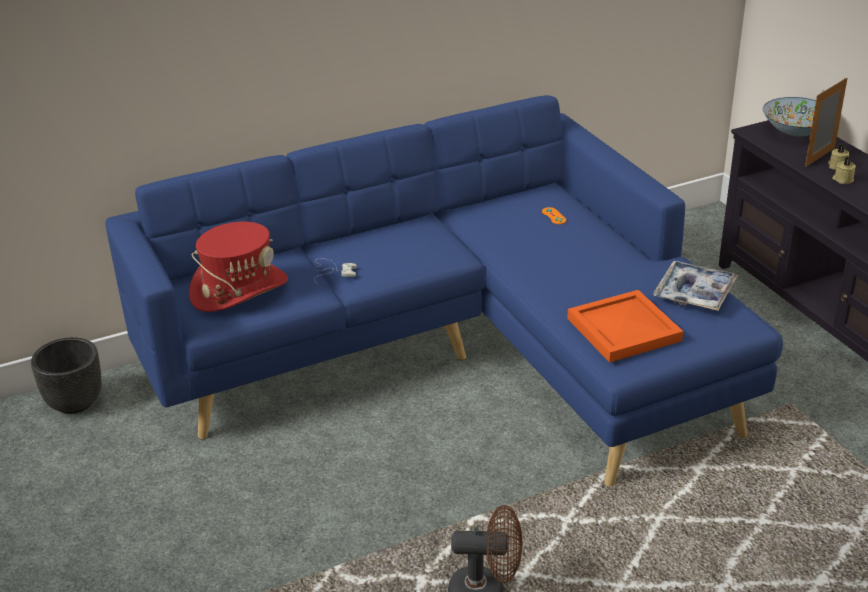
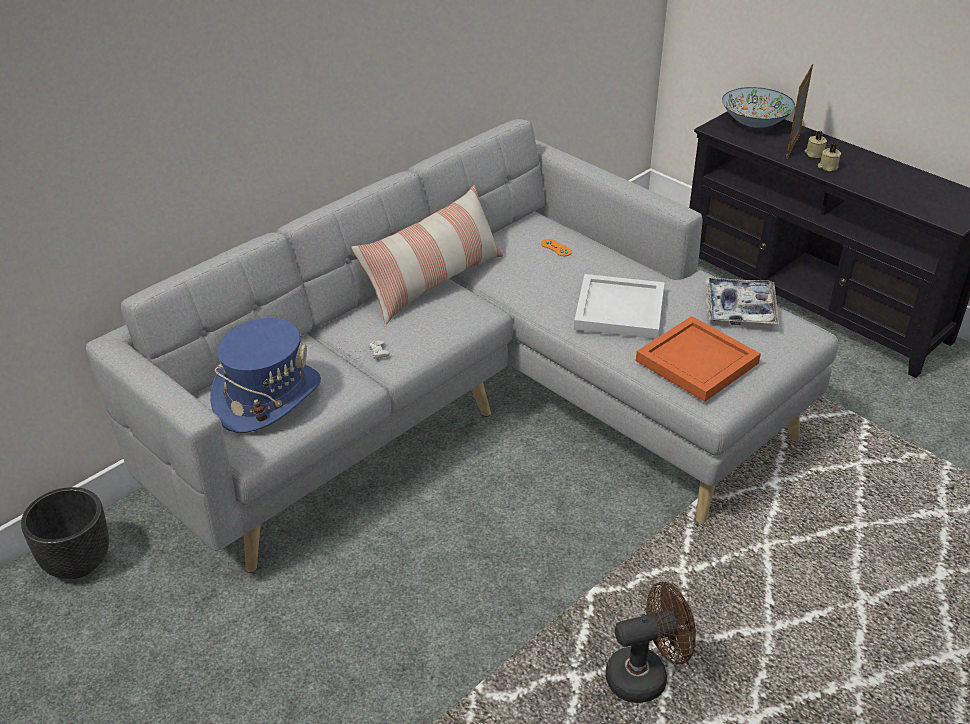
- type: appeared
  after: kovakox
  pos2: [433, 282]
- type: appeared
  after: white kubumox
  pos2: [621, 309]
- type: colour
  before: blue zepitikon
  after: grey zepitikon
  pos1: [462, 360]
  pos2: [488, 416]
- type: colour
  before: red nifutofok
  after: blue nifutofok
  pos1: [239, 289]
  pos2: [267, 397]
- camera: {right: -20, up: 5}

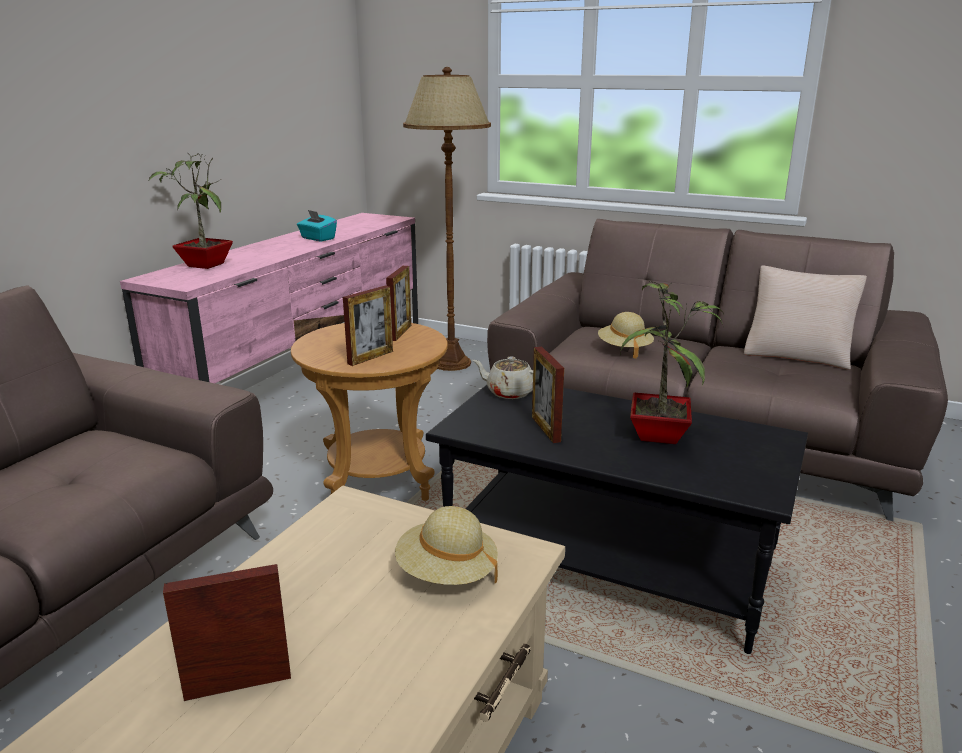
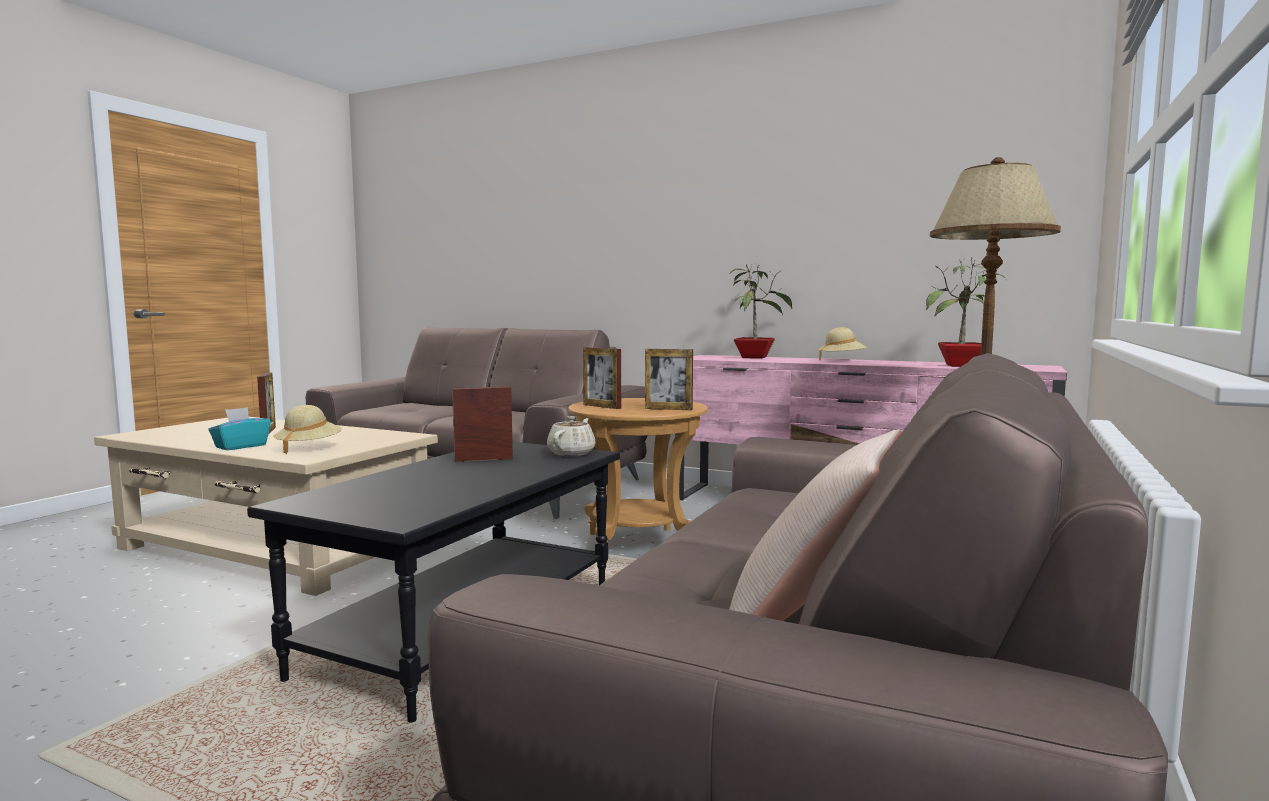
- type: relocated
  before: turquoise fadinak
  pos1: [317, 238]
  pos2: [241, 446]
- type: relocated
  before: beige nifutofok
  pos1: [624, 349]
  pos2: [841, 360]
- type: relocated
  before: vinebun
  pos1: [661, 436]
  pos2: [961, 366]
- camera: {right: 90, up: -15}

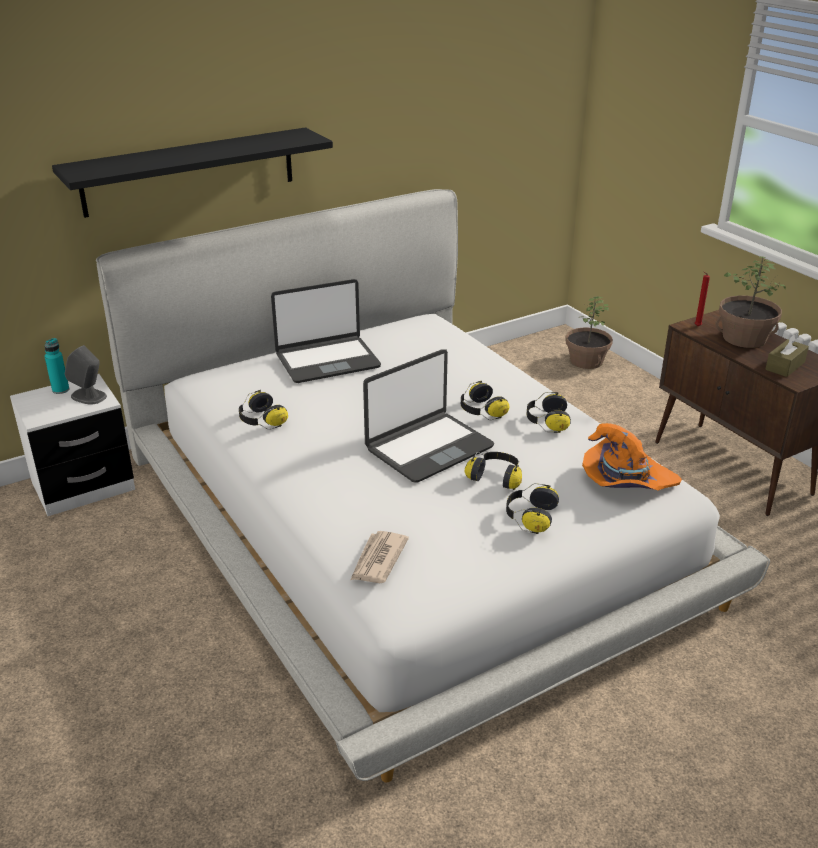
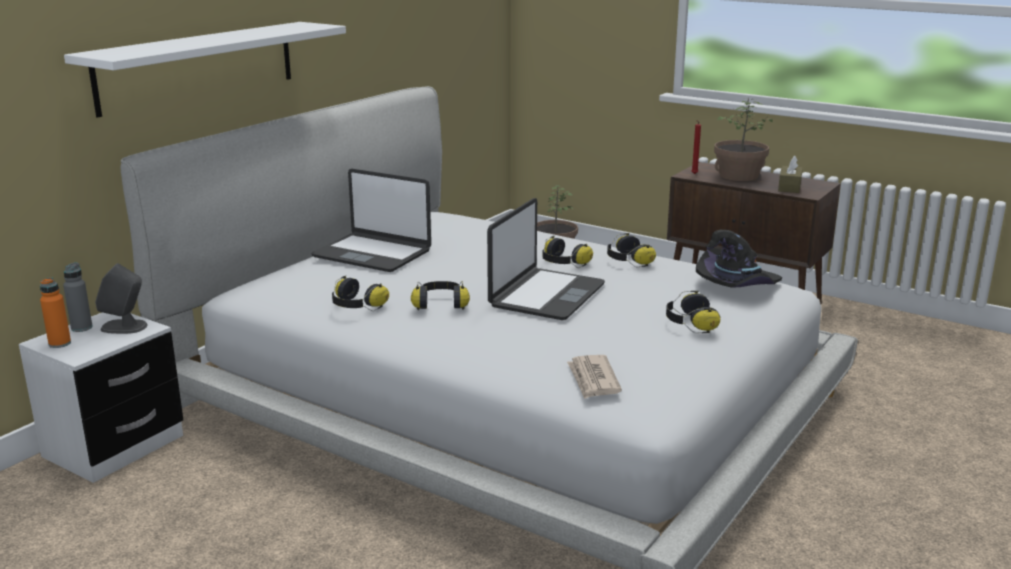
- type: appeared
  after: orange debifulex
  pos2: [60, 343]
- type: relocated
  before: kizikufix
  pos1: [496, 478]
  pos2: [440, 304]
- type: colour
  before: turquoise debifulex
  after: grey debifulex
  pos1: [60, 390]
  pos2: [81, 328]
- type: colour
  before: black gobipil
  after: white gobipil
  pos1: [189, 171]
  pos2: [198, 66]
- type: colour
  before: orange nifutofok
  after: black nifutofok
  pos1: [625, 480]
  pos2: [736, 286]
- type: spun
  before: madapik
  pos1: [327, 360]
  pos2: [373, 254]
  turn: 75
- camera: {right: -25, up: -10}

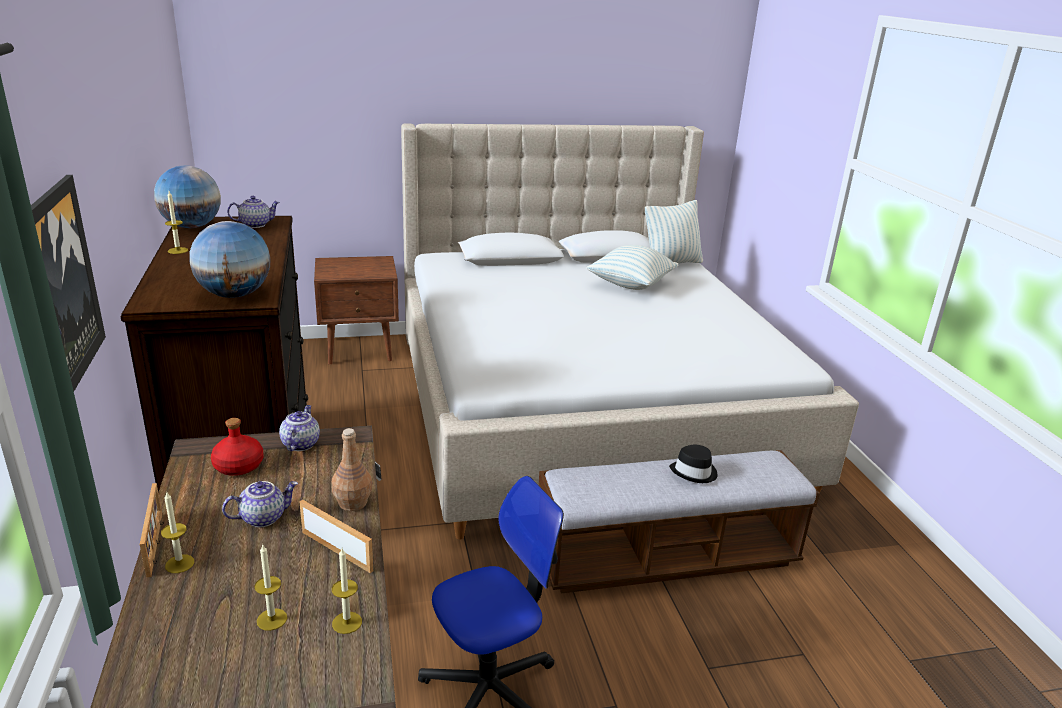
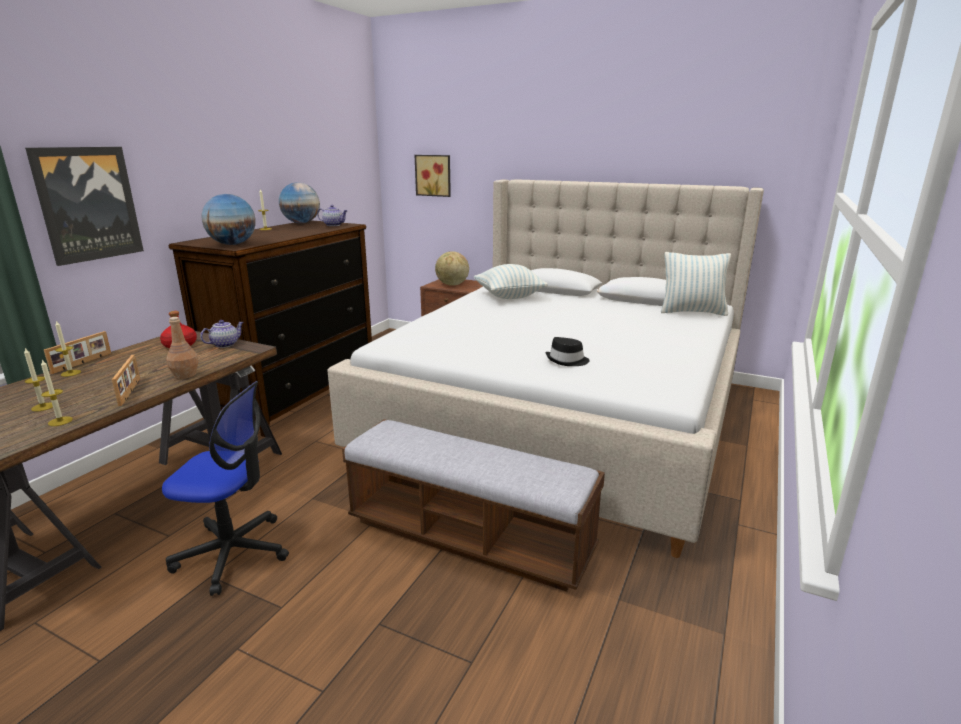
- type: missing
  before: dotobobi
  pos1: [263, 517]
- type: appeared
  after: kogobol
  pos2: [434, 175]
- type: appeared
  after: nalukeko
  pos2: [452, 285]
- type: relocated
  before: kovakox
  pos1: [631, 285]
  pos2: [509, 296]
- type: relocated
  before: black nifutofok
  pos1: [694, 472]
  pos2: [567, 360]
- camera: {right: 40, up: -5}

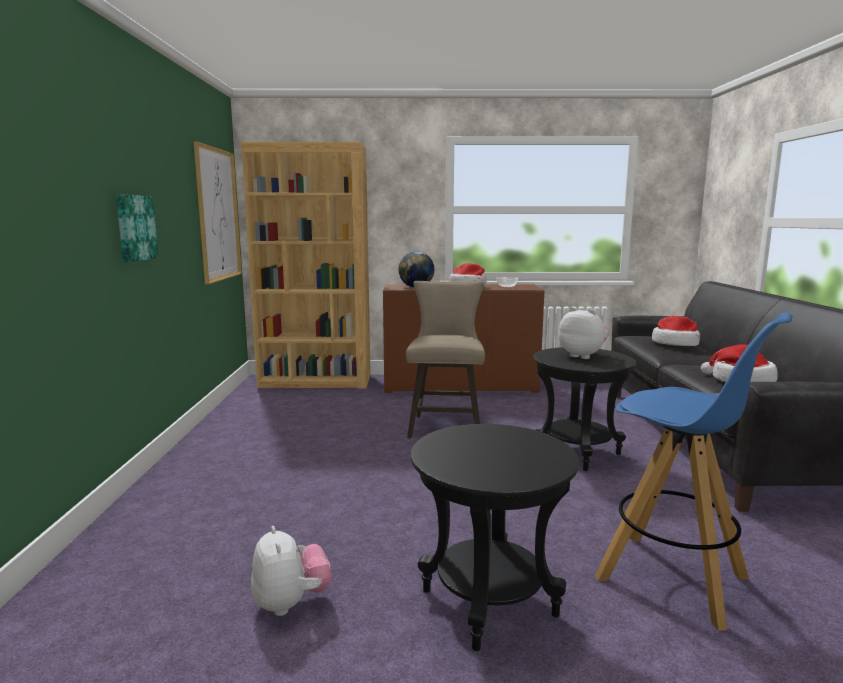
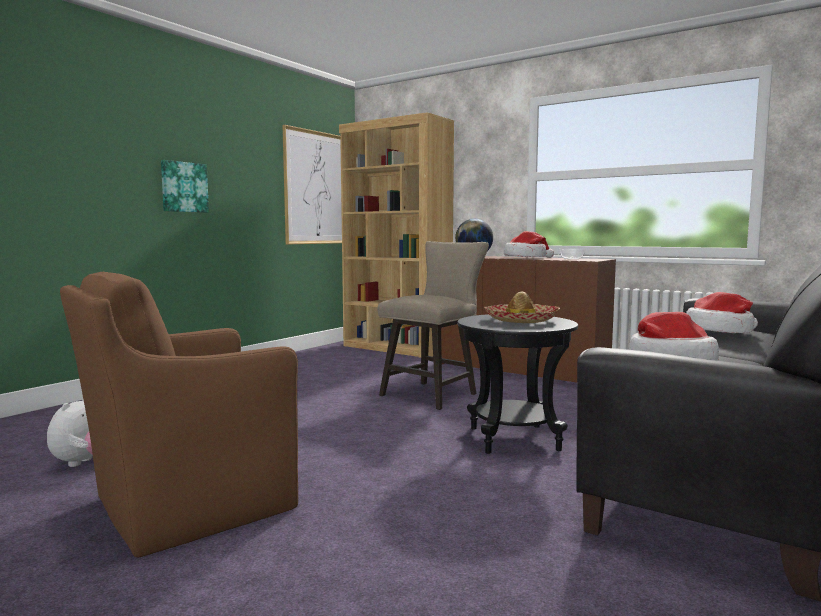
- type: missing
  before: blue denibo
  pos1: [674, 579]
- type: exchanged
  before: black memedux
  after: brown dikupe
  pos1: [488, 602]
  pos2: [188, 505]
- type: exchanged
  before: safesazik
  after: nifutofok
  pos1: [583, 356]
  pos2: [521, 320]
- camera: {right: 35, up: -5}

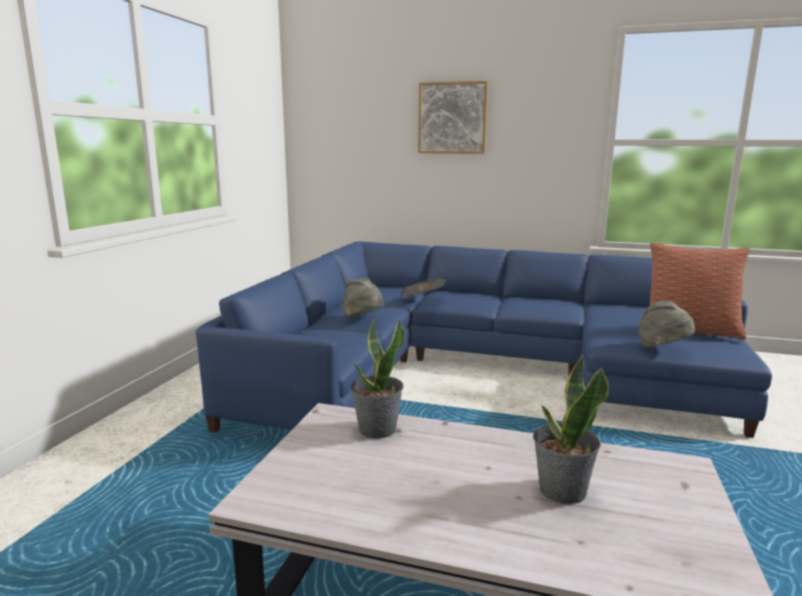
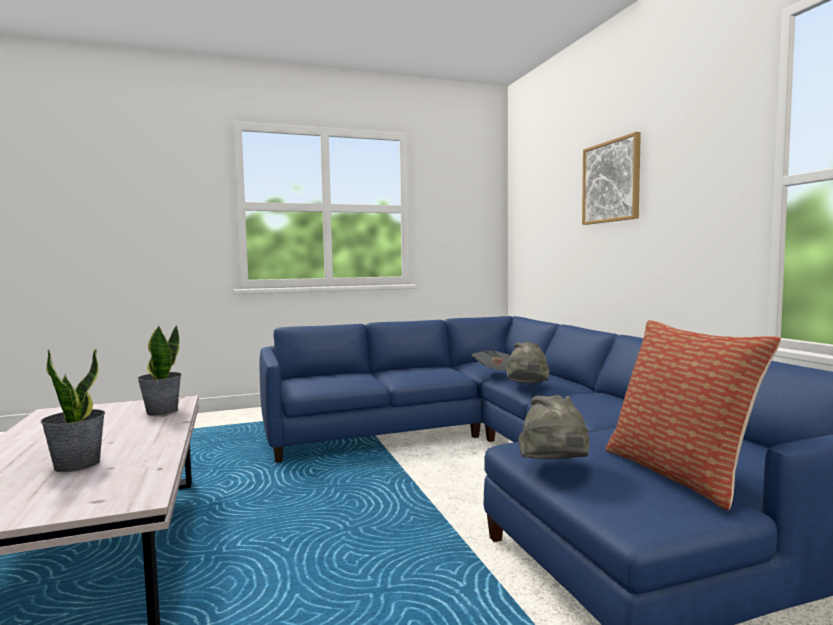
- type: relocated
  before: grey nifutofok
  pos1: [363, 319]
  pos2: [527, 386]
- camera: {right: 55, up: -10}

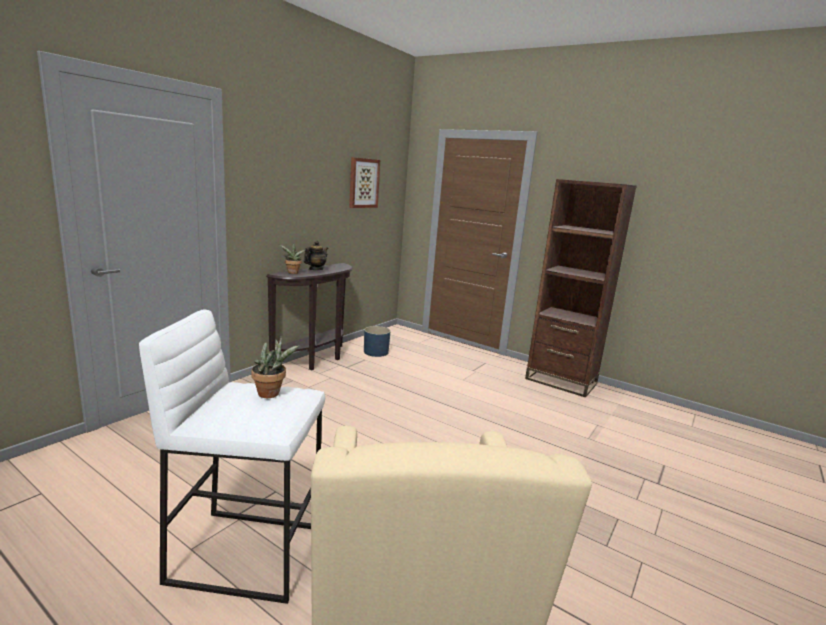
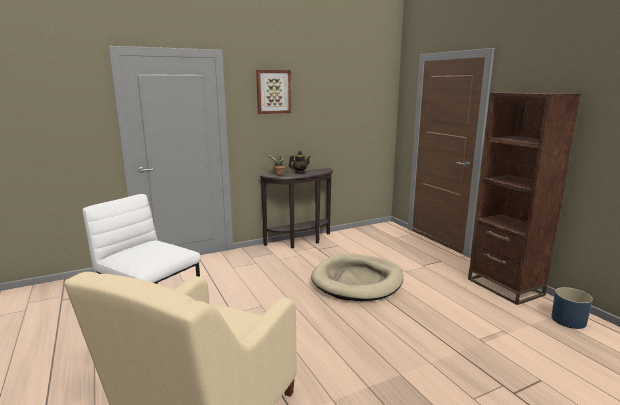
- type: missing
  before: vinebun
  pos1: [272, 394]
- type: appeared
  after: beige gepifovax
  pos2: [357, 281]
- type: relocated
  before: kogobol
  pos1: [363, 183]
  pos2: [273, 92]
- type: relocated
  before: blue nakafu
  pos1: [376, 352]
  pos2: [568, 320]
- camera: {right: 30, up: 0}

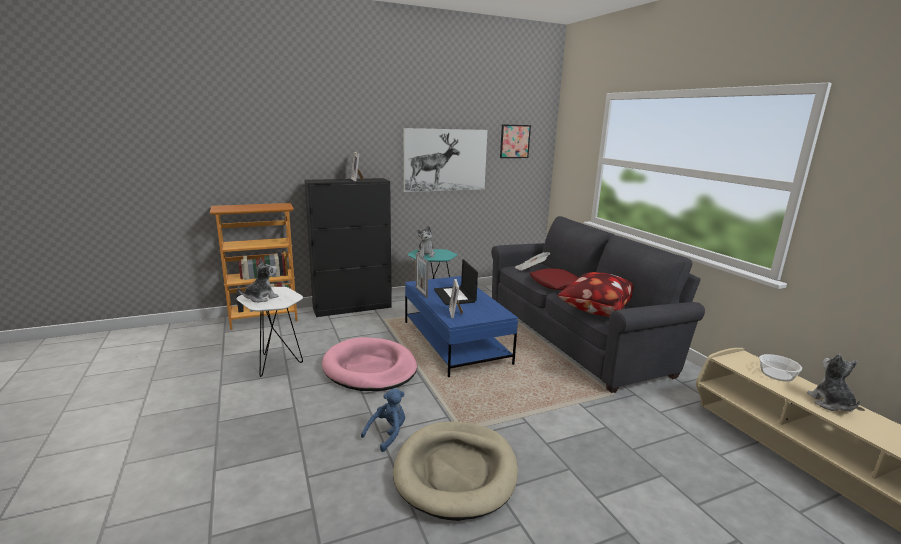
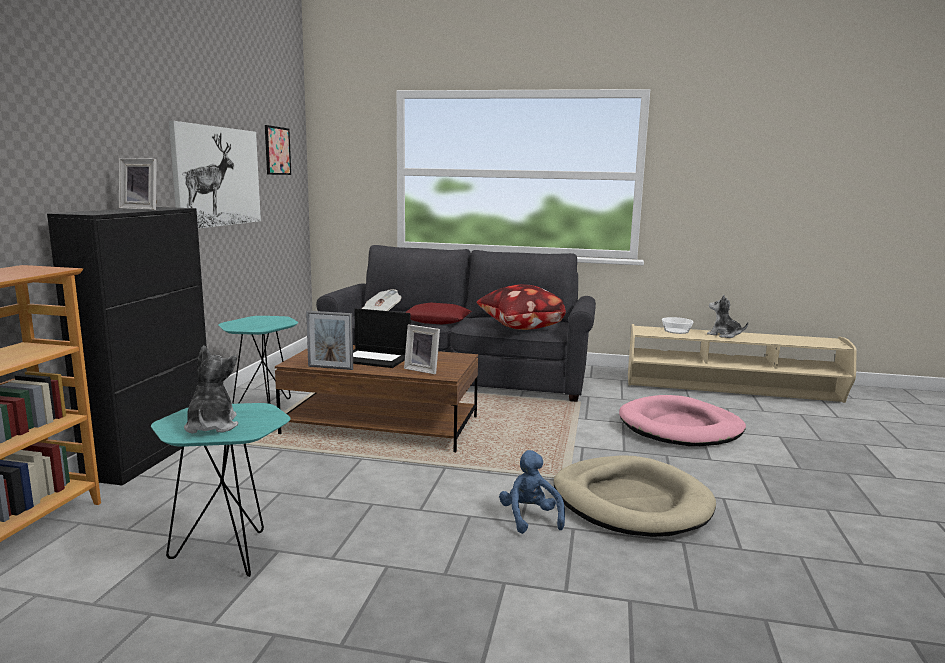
- type: missing
  before: safesazik
  pos1: [426, 254]
- type: relocated
  before: pink gepifovax
  pos1: [370, 368]
  pos2: [680, 427]
- type: colour
  before: white memedux
  after: turquoise memedux
  pos1: [276, 365]
  pos2: [231, 554]
- type: colour
  before: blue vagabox
  after: brown vagabox
  pos1: [455, 342]
  pos2: [382, 425]
- camera: {right: -55, up: -5}

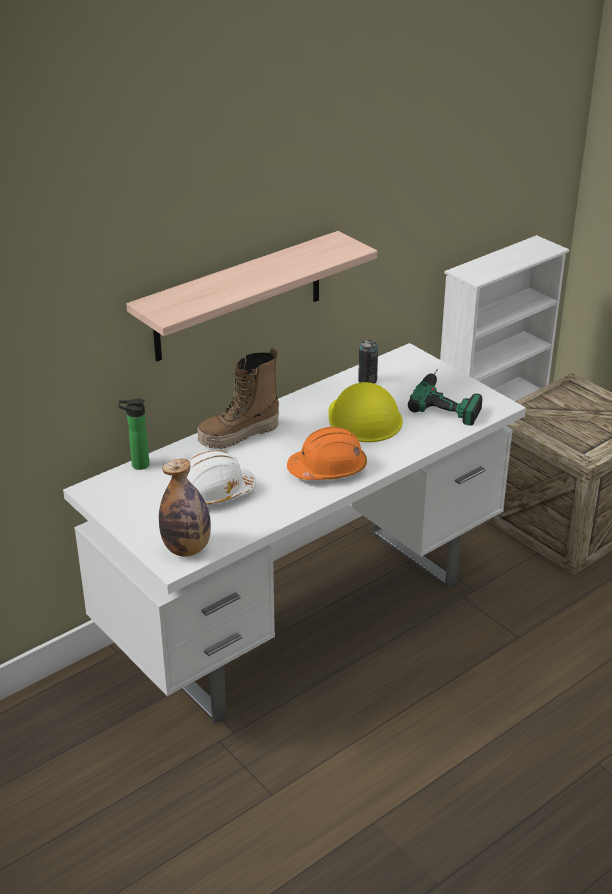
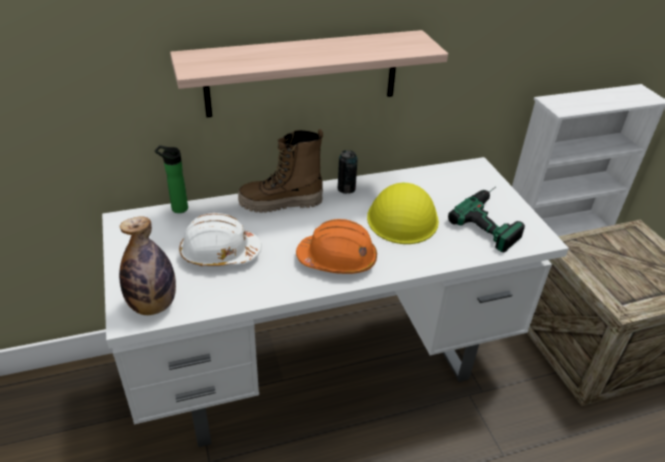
- type: relocated
  before: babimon
  pos1: [367, 380]
  pos2: [346, 189]
- camera: {right: 20, up: 5}

